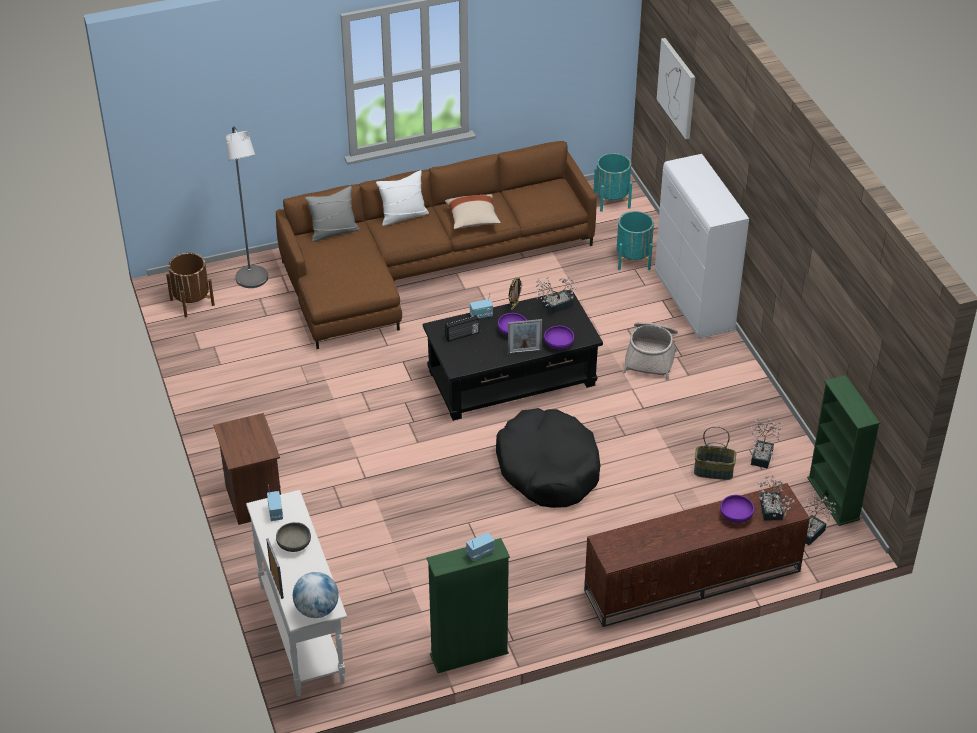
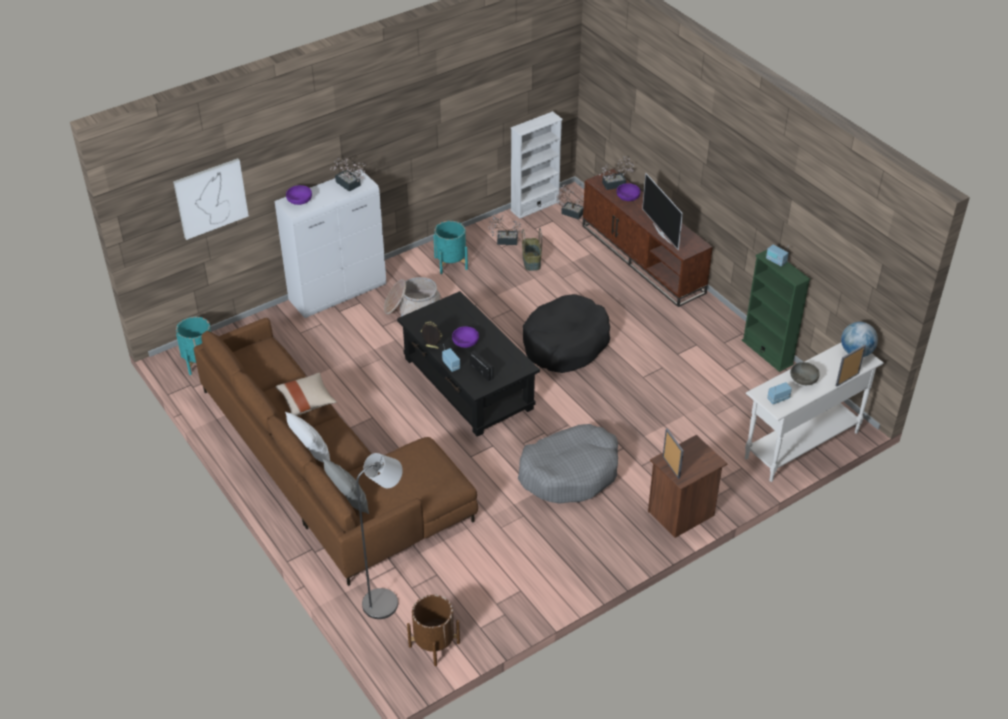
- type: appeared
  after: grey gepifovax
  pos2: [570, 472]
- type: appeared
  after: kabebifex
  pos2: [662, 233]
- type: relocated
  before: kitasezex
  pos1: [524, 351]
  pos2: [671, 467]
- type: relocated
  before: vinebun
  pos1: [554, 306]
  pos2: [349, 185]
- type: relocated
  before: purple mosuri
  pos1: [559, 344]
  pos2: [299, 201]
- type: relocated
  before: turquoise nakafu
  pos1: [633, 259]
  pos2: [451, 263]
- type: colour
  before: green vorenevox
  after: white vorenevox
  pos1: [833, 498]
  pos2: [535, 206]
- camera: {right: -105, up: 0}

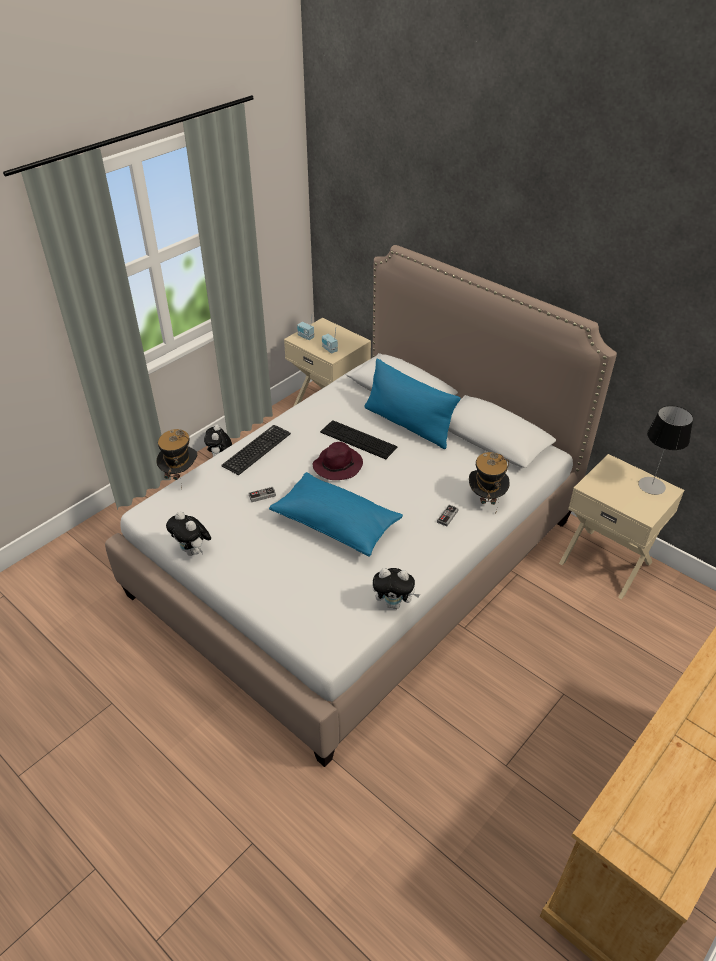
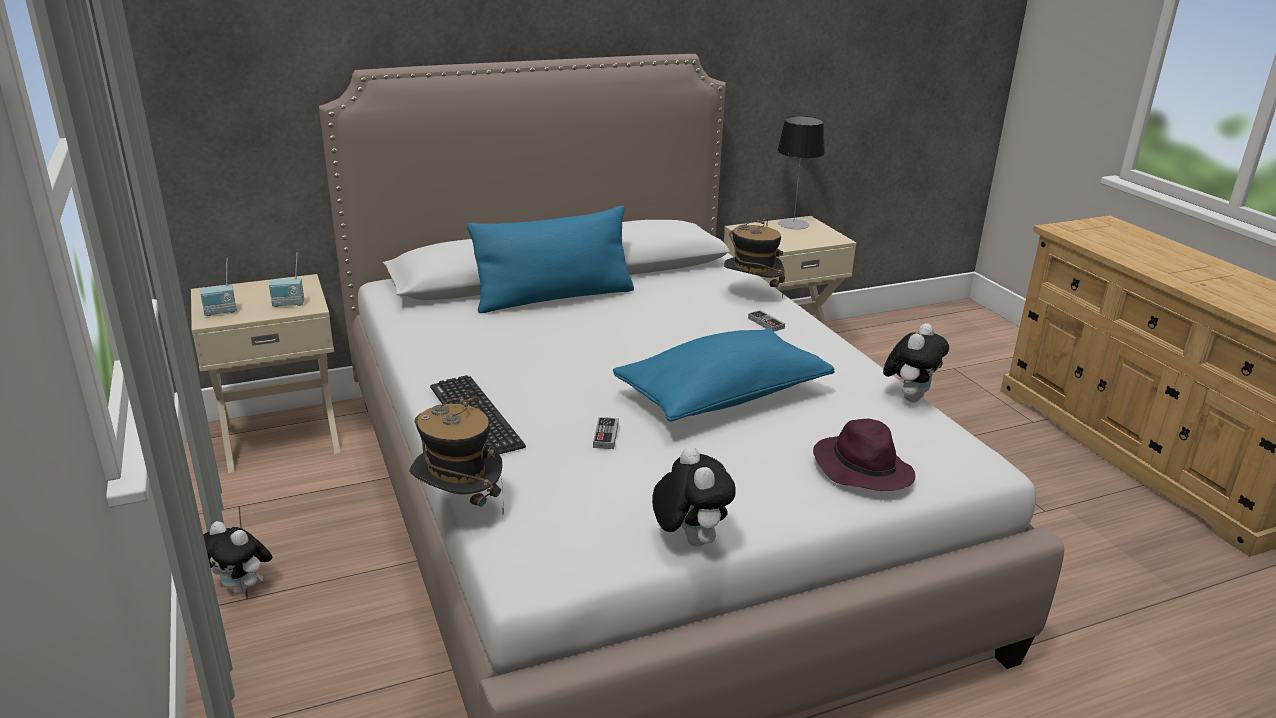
- type: missing
  before: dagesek
  pos1: [358, 439]
- type: relocated
  before: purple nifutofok
  pos1: [338, 465]
  pos2: [861, 468]
- type: spun
  before: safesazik
  pos1: [193, 551]
  pos2: [689, 540]
  turn: -90
- camera: {right: -65, up: -15}

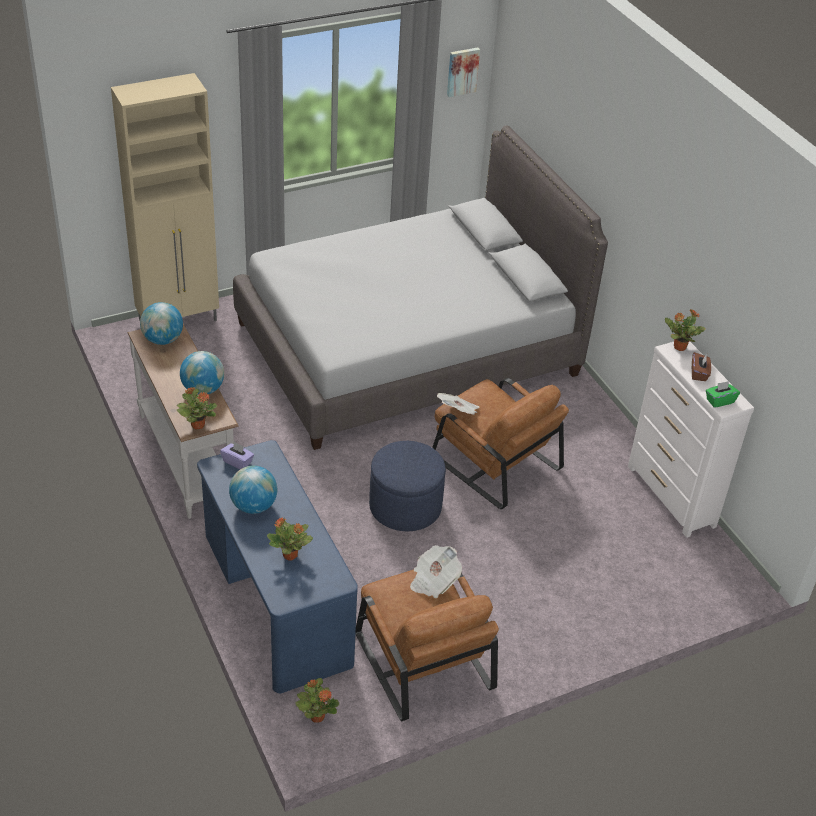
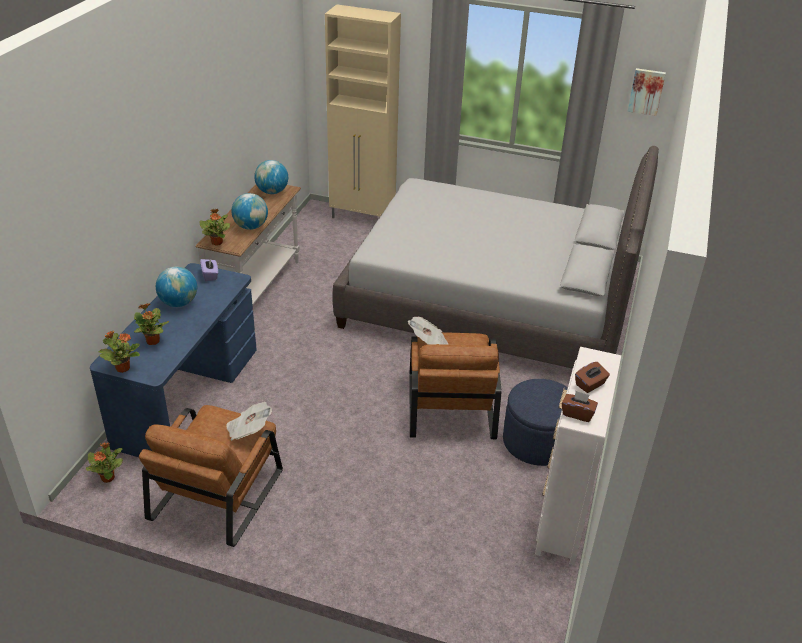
- type: relocated
  before: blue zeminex
  pos1: [405, 506]
  pos2: [537, 442]
- type: relocated
  before: vinebun
  pos1: [679, 347]
  pos2: [122, 368]
- type: colour
  before: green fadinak
  after: brown fadinak
  pos1: [719, 401]
  pos2: [577, 413]
- camera: {right: 45, up: -5}

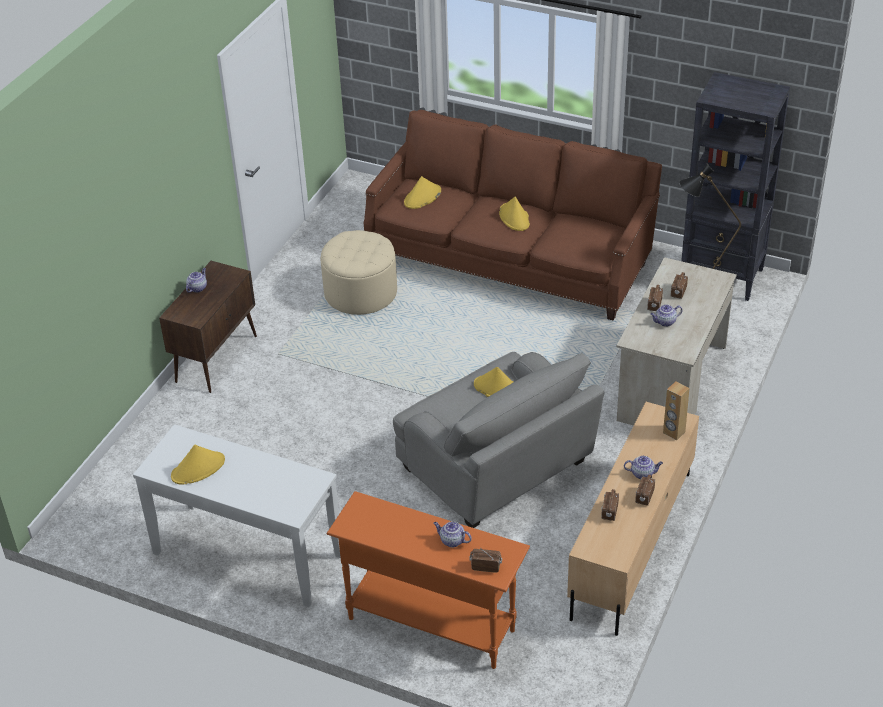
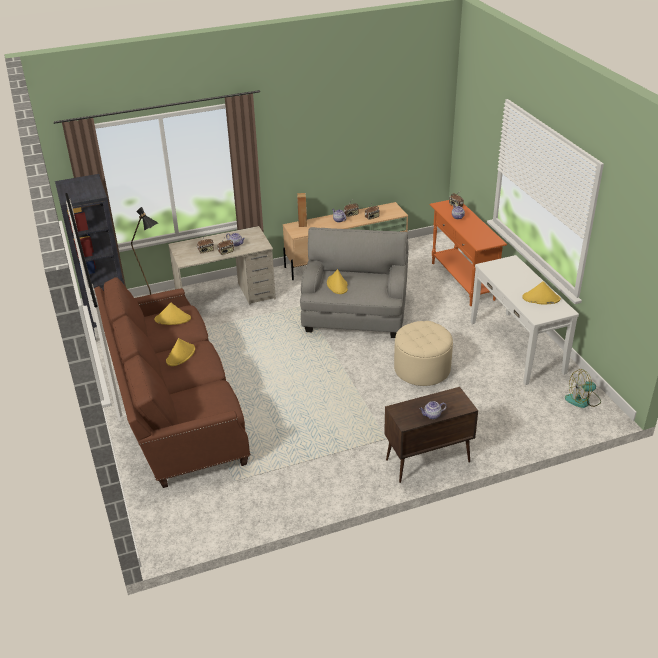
- type: appeared
  after: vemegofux
  pos2: [583, 400]
- type: relocated
  before: beige zeminex
  pos1: [360, 293]
  pos2: [422, 369]
- type: relocated
  before: yellow nifutofok
  pos1: [422, 197]
  pos2: [173, 319]
- camera: {right: -135, up: -5}

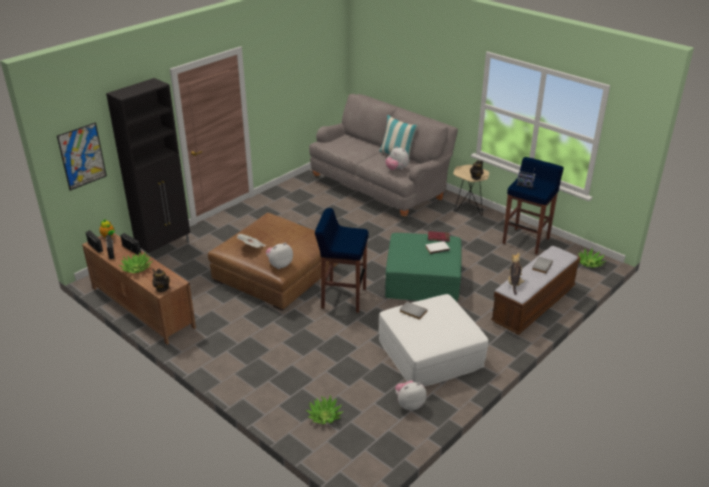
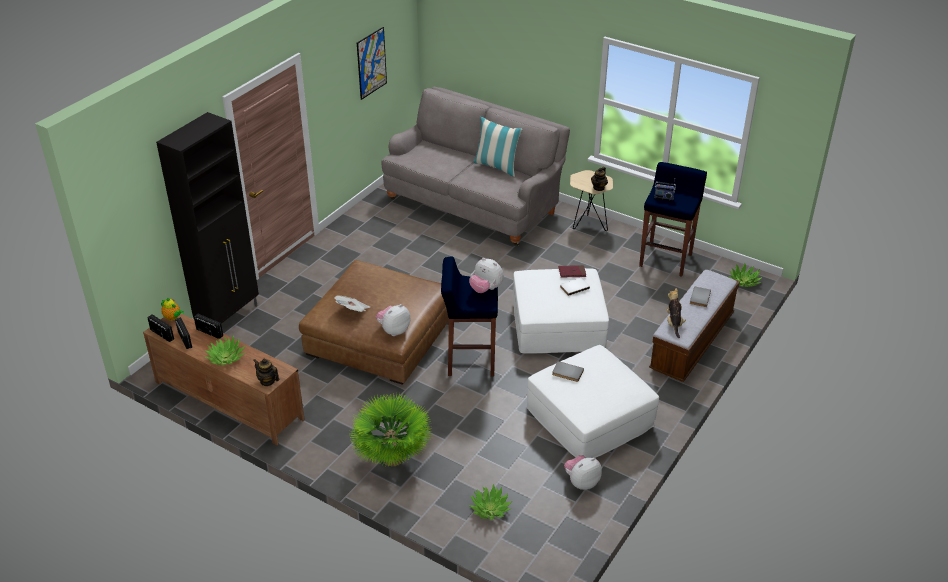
- type: appeared
  after: vinebun
  pos2: [392, 458]
- type: relocated
  before: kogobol
  pos1: [82, 156]
  pos2: [371, 63]
- type: relocated
  before: safesazik
  pos1: [397, 169]
  pos2: [486, 289]
- type: colour
  before: green zeminex
  after: white zeminex
  pos1: [423, 280]
  pos2: [558, 325]
- camera: {right: -10, up: 5}

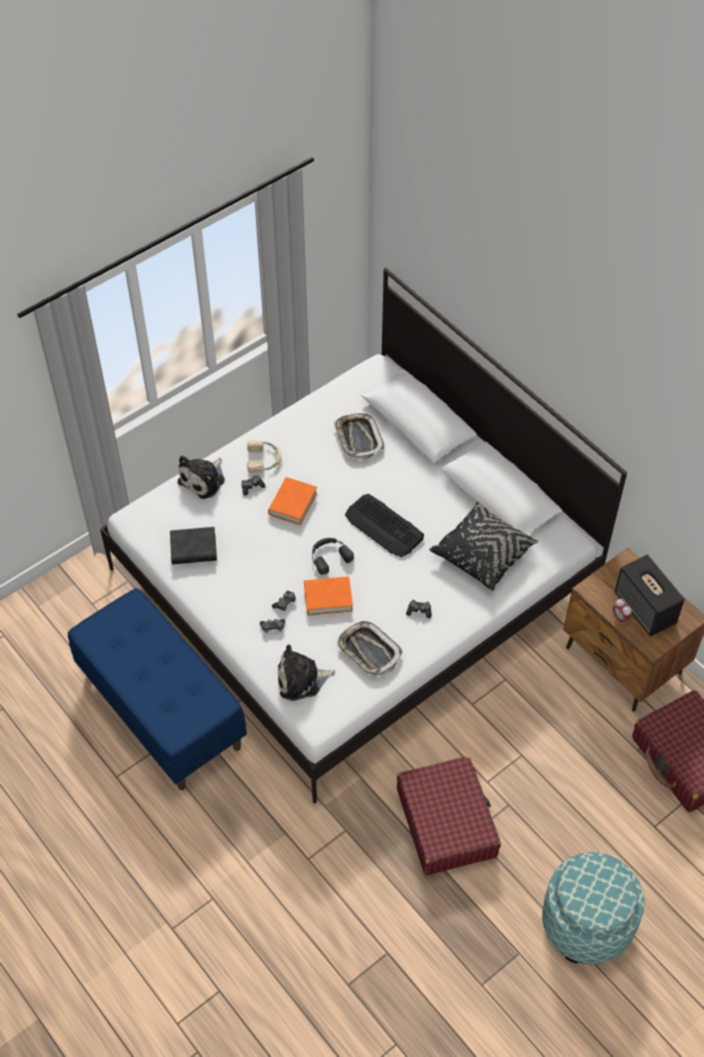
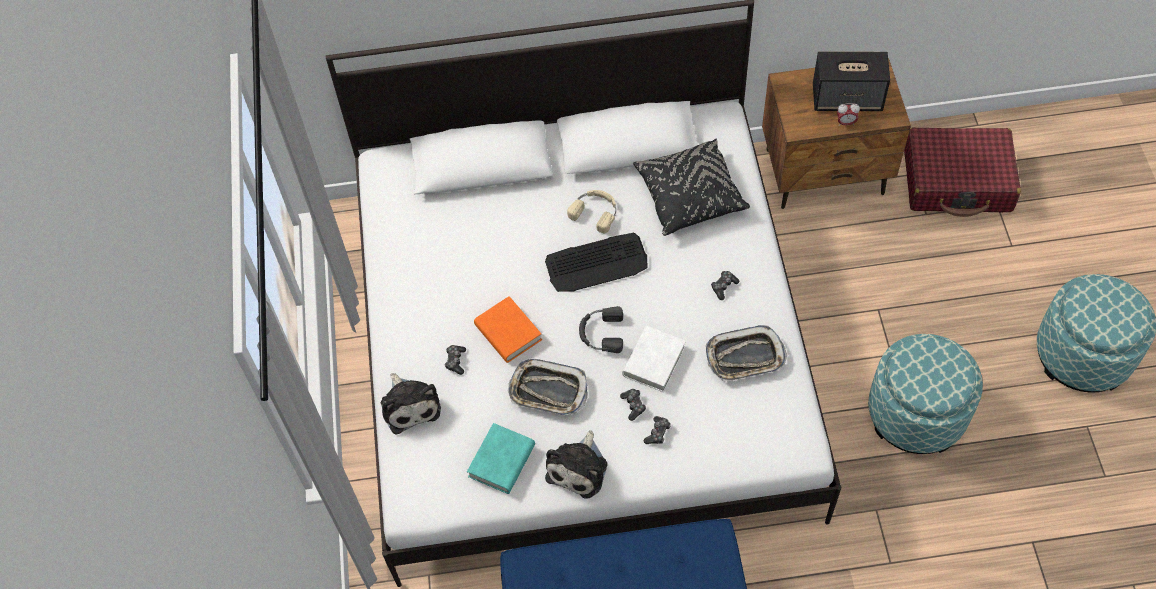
- type: relocated
  before: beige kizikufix
  pos1: [264, 459]
  pos2: [595, 211]
- type: relocated
  before: safesazik
  pos1: [301, 679]
  pos2: [579, 468]
- type: relocated
  before: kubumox
  pos1: [358, 438]
  pos2: [548, 391]
- type: exchanged
  before: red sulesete
  after: zeminex
  pos1: [446, 822]
  pos2: [916, 413]
- type: colour
  before: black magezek
  after: turquoise magezek
  pos1: [193, 549]
  pos2: [502, 461]
- type: colour
  before: orange magezek
  after: white magezek
  pos1: [328, 598]
  pos2: [654, 361]
- camera: {right: -55, up: 5}

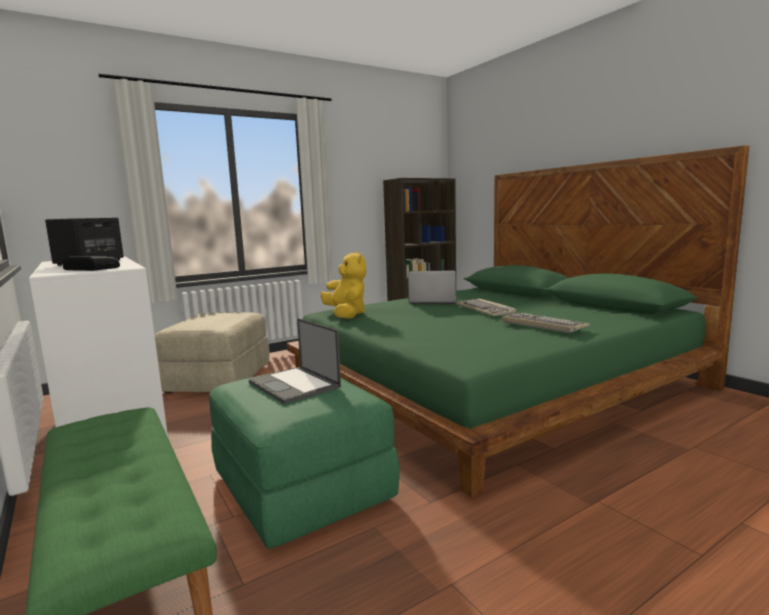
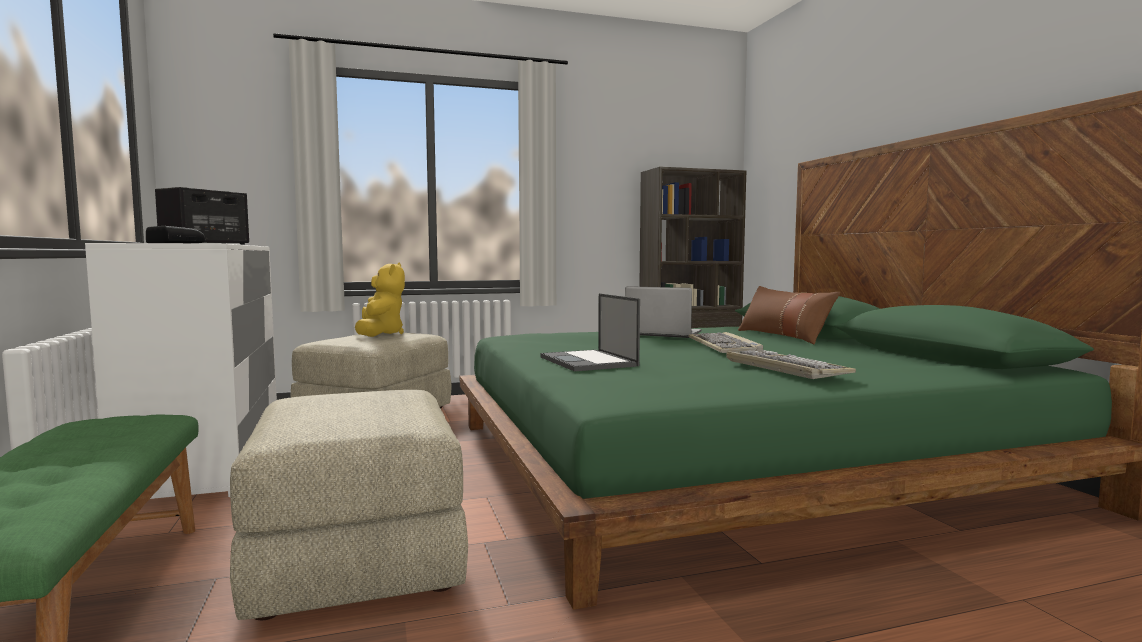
- type: appeared
  after: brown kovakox
  pos2: [783, 336]
- type: relocated
  before: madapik
  pos1: [295, 385]
  pos2: [589, 362]
- type: relocated
  before: yellow safesazik
  pos1: [346, 315]
  pos2: [380, 334]
- type: colour
  before: green zeminex
  after: beige zeminex
  pos1: [300, 487]
  pos2: [355, 554]
- camera: {right: 15, up: -5}

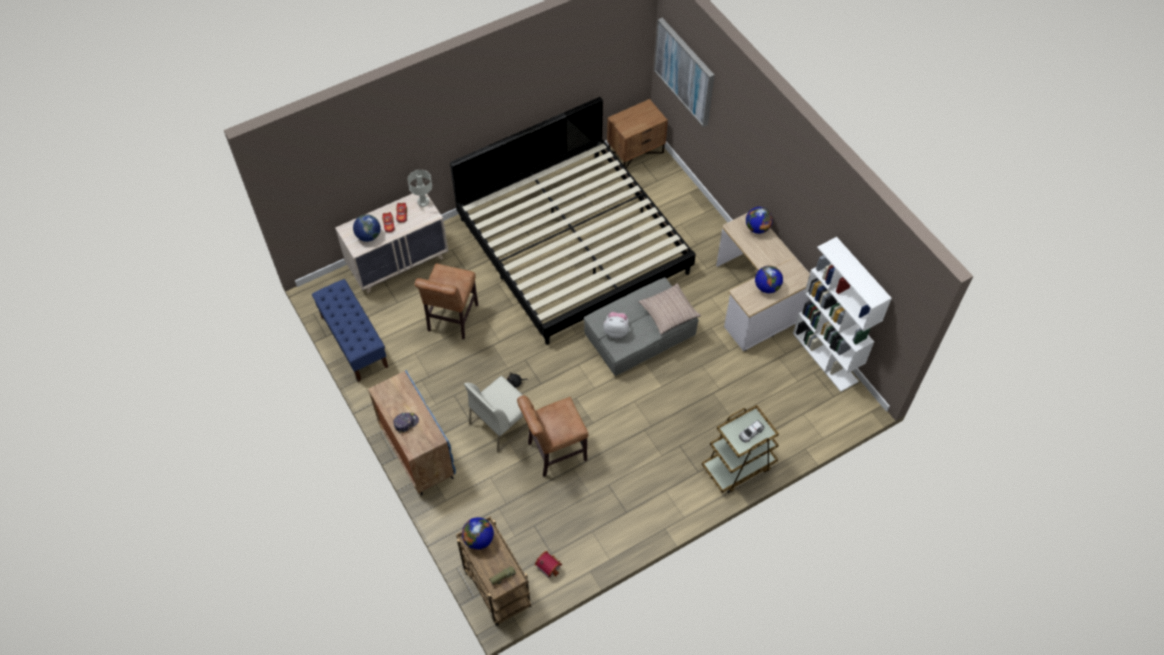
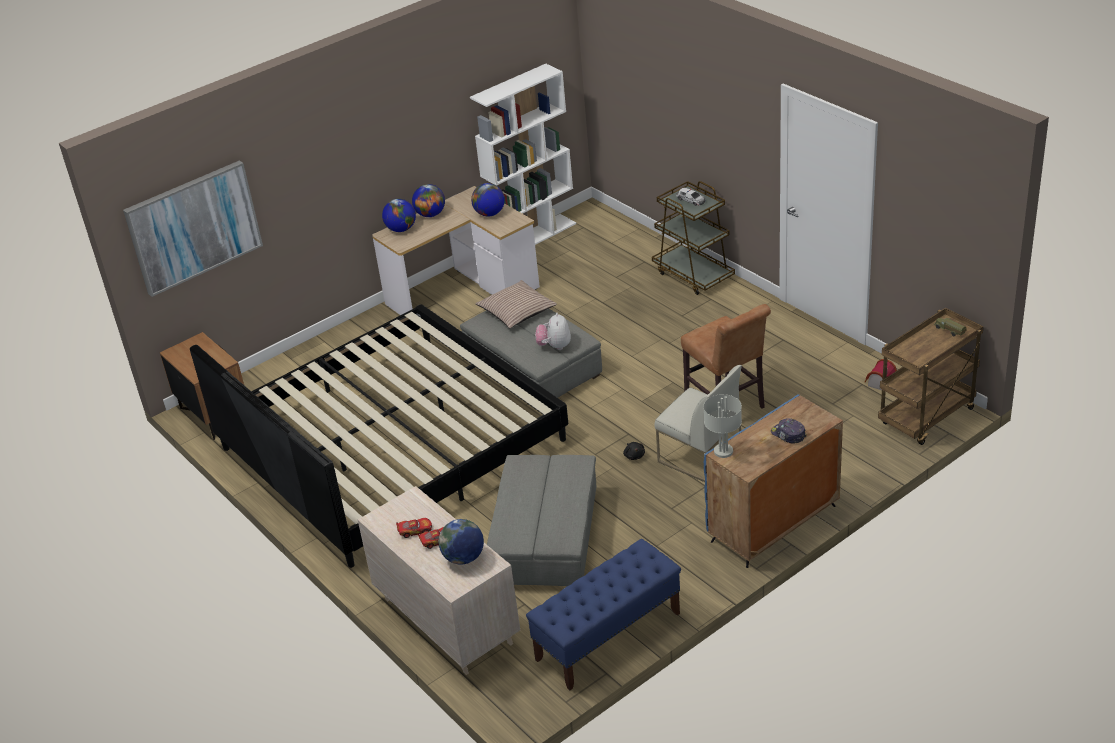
- type: relocated
  before: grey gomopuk
  pos1: [423, 201]
  pos2: [723, 451]
- type: relocated
  before: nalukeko
  pos1: [478, 539]
  pos2: [430, 214]
- type: exchanged
  before: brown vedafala
  after: grey zeminex
  pos1: [451, 320]
  pos2: [545, 537]
- camera: {right: -95, up: -20}

